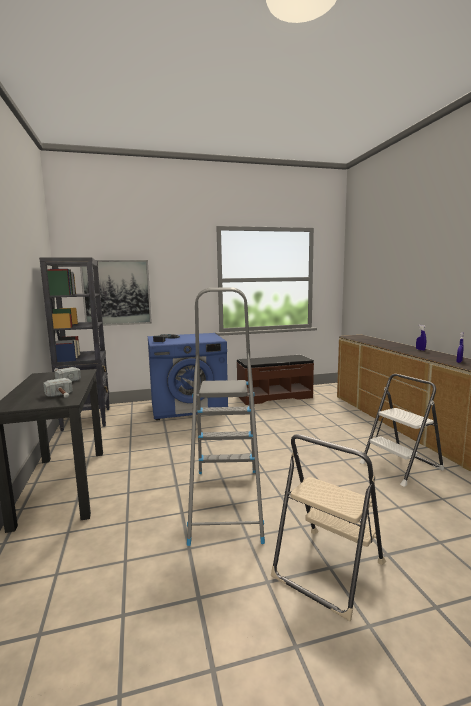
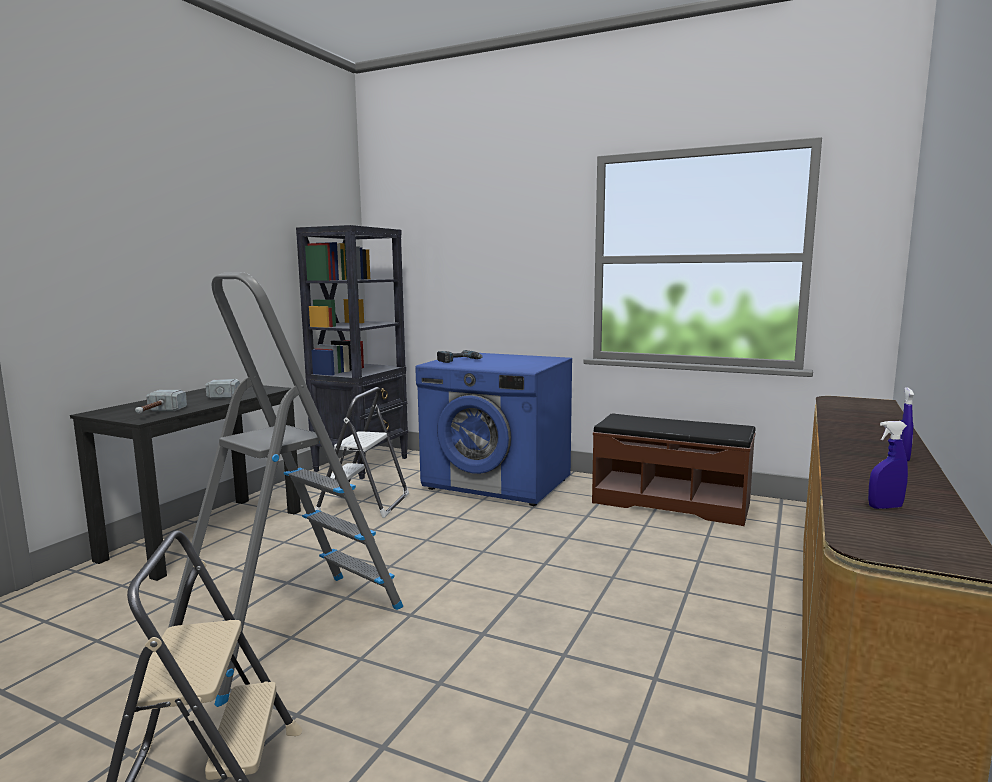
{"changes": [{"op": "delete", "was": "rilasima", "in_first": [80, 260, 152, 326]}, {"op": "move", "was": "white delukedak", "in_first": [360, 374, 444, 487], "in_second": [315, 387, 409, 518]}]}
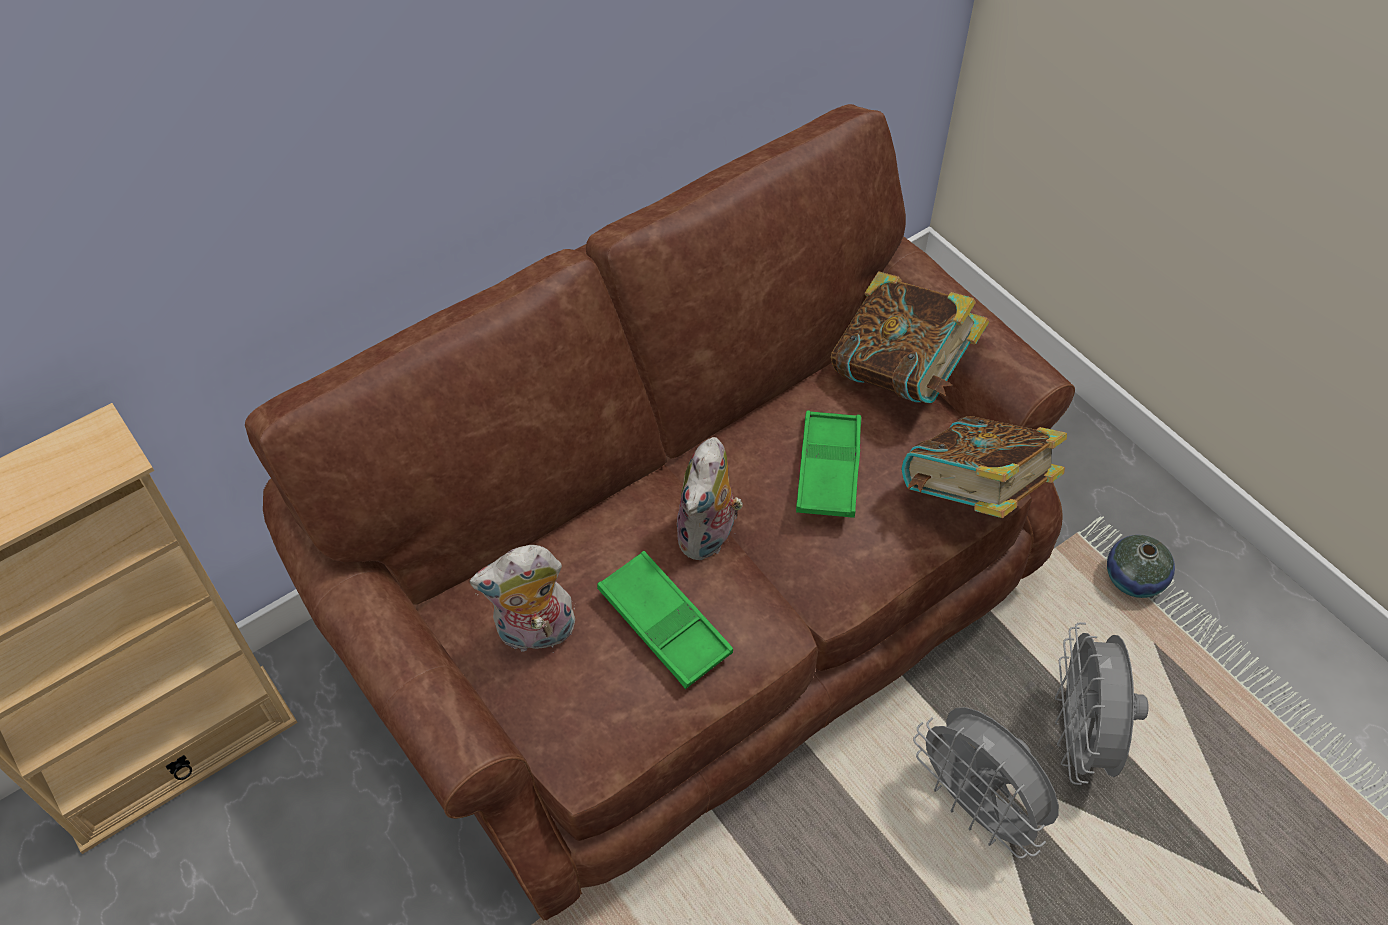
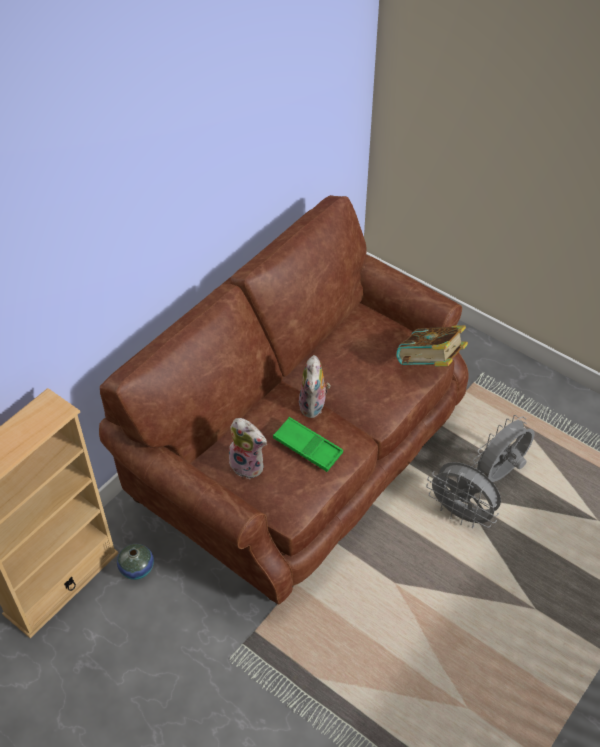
{"changes": [{"op": "rotate", "was": "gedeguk", "in_first": [470, 545, 575, 652], "in_second": [229, 418, 267, 479], "clockwise": -120}, {"op": "delete", "was": "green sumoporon", "in_first": [796, 411, 861, 518]}, {"op": "delete", "was": "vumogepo", "in_first": [831, 271, 989, 404]}, {"op": "rotate", "was": "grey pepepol", "in_first": [1055, 622, 1149, 785], "in_second": [472, 415, 534, 482], "clockwise": 60}, {"op": "move", "was": "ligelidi", "in_first": [1107, 535, 1175, 598], "in_second": [117, 544, 154, 580]}]}
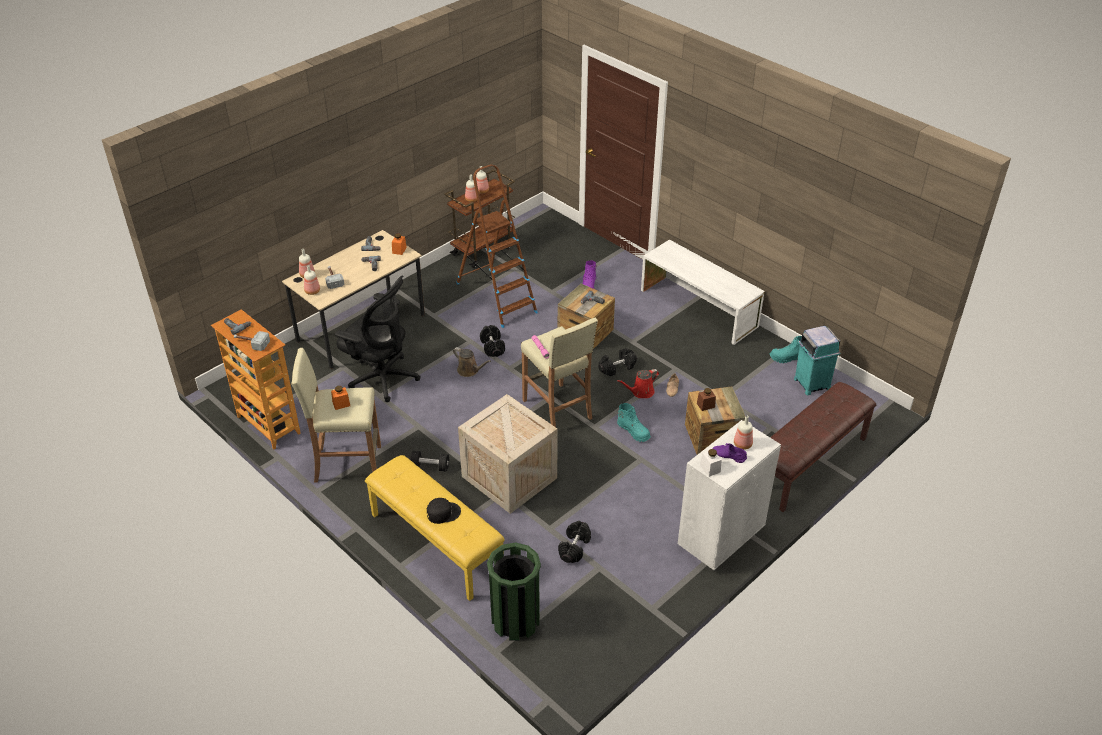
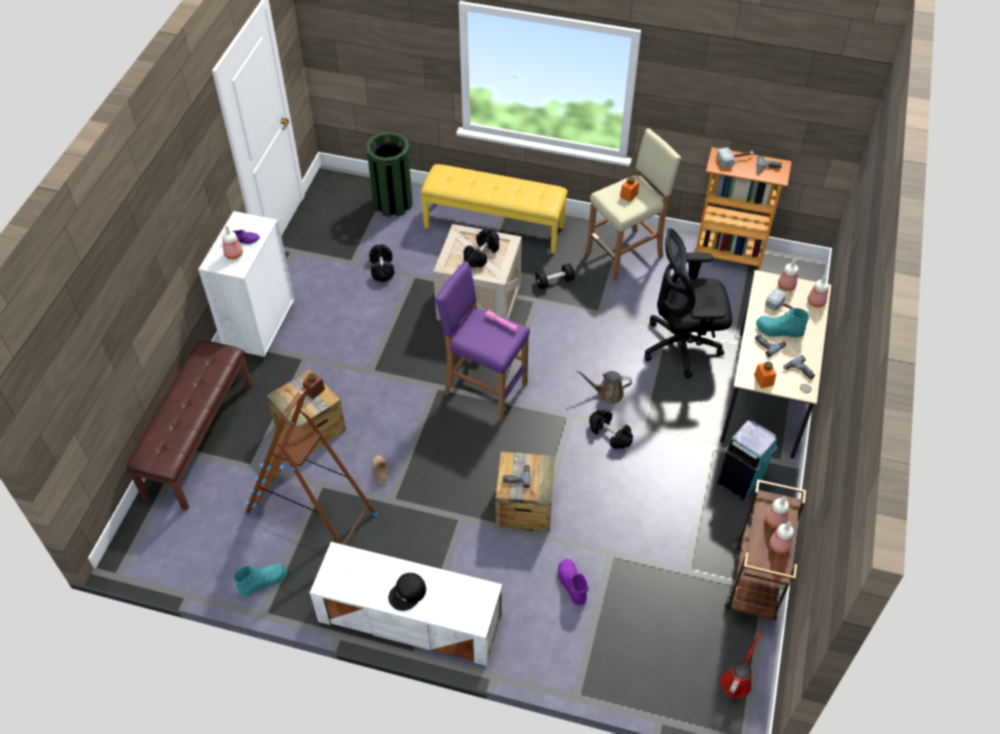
{"changes": [{"op": "move", "was": "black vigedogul", "in_first": [427, 498, 461, 524], "in_second": [388, 573, 426, 611]}, {"op": "move", "was": "brown delukedak", "in_first": [456, 165, 538, 328], "in_second": [245, 387, 378, 545]}, {"op": "recolor", "was": "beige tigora", "now": "purple tigora", "in_first": [521, 318, 598, 427], "in_second": [435, 261, 530, 421]}, {"op": "move", "was": "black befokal", "in_first": [598, 348, 637, 377], "in_second": [464, 229, 499, 268]}, {"op": "move", "was": "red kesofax", "in_first": [617, 369, 659, 398], "in_second": [721, 632, 762, 698]}, {"op": "move", "was": "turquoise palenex", "in_first": [617, 403, 651, 442], "in_second": [756, 308, 809, 338]}, {"op": "delete", "was": "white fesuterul", "in_first": [700, 449, 722, 477]}, {"op": "move", "was": "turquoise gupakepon", "in_first": [794, 326, 840, 395], "in_second": [717, 420, 777, 501]}]}
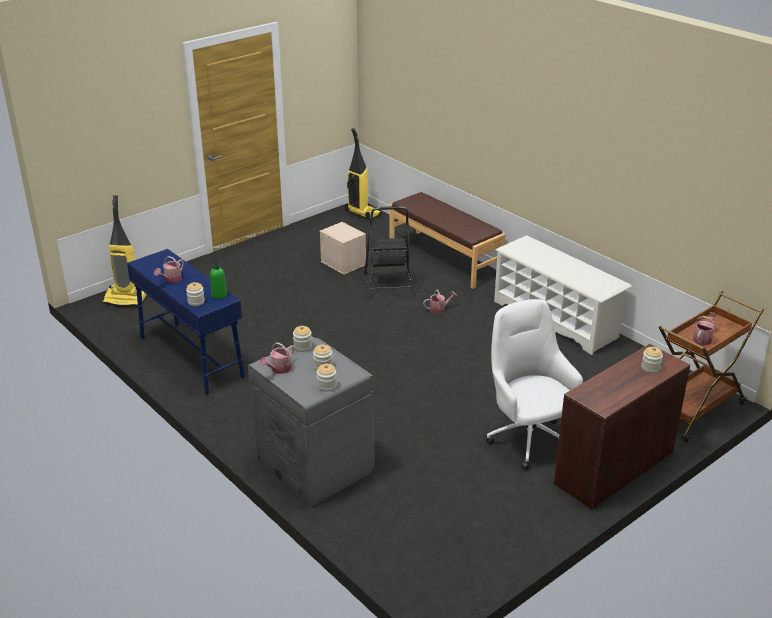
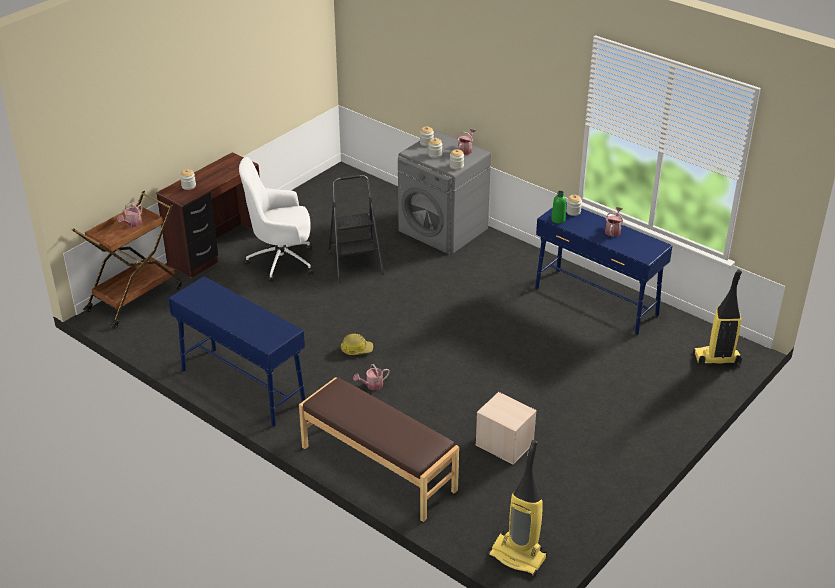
{"changes": [{"op": "move", "was": "black delukedak", "in_first": [363, 206, 415, 300], "in_second": [327, 175, 385, 282]}, {"op": "rotate", "was": "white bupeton", "in_first": [486, 299, 583, 470], "in_second": [239, 157, 313, 282], "clockwise": 120}, {"op": "replace", "was": "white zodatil", "now": "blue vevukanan", "in_first": [494, 235, 632, 355], "in_second": [168, 276, 306, 426]}, {"op": "insert", "now": "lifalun", "in_second": [341, 334, 373, 355]}]}
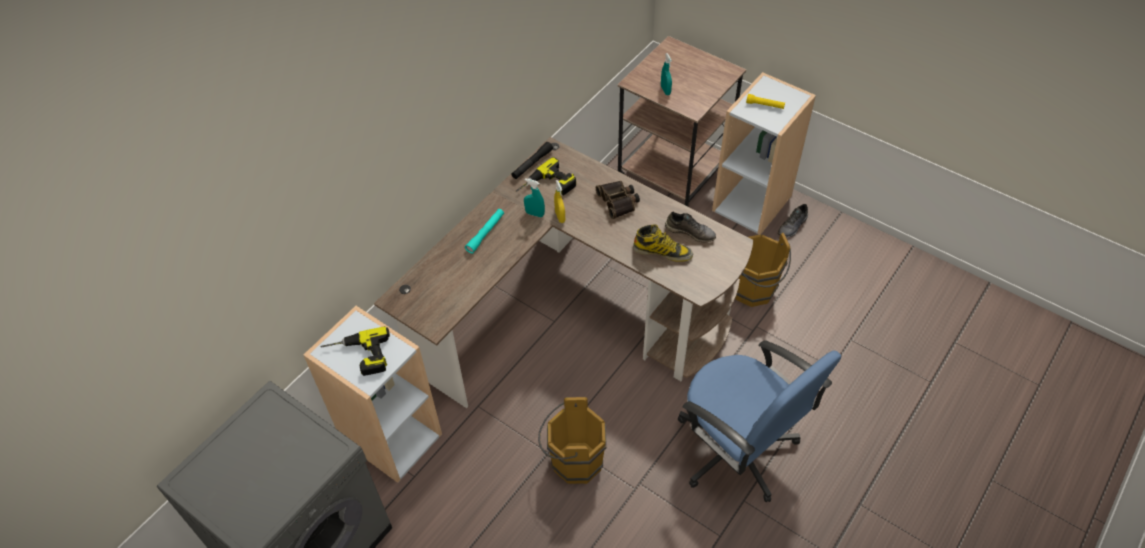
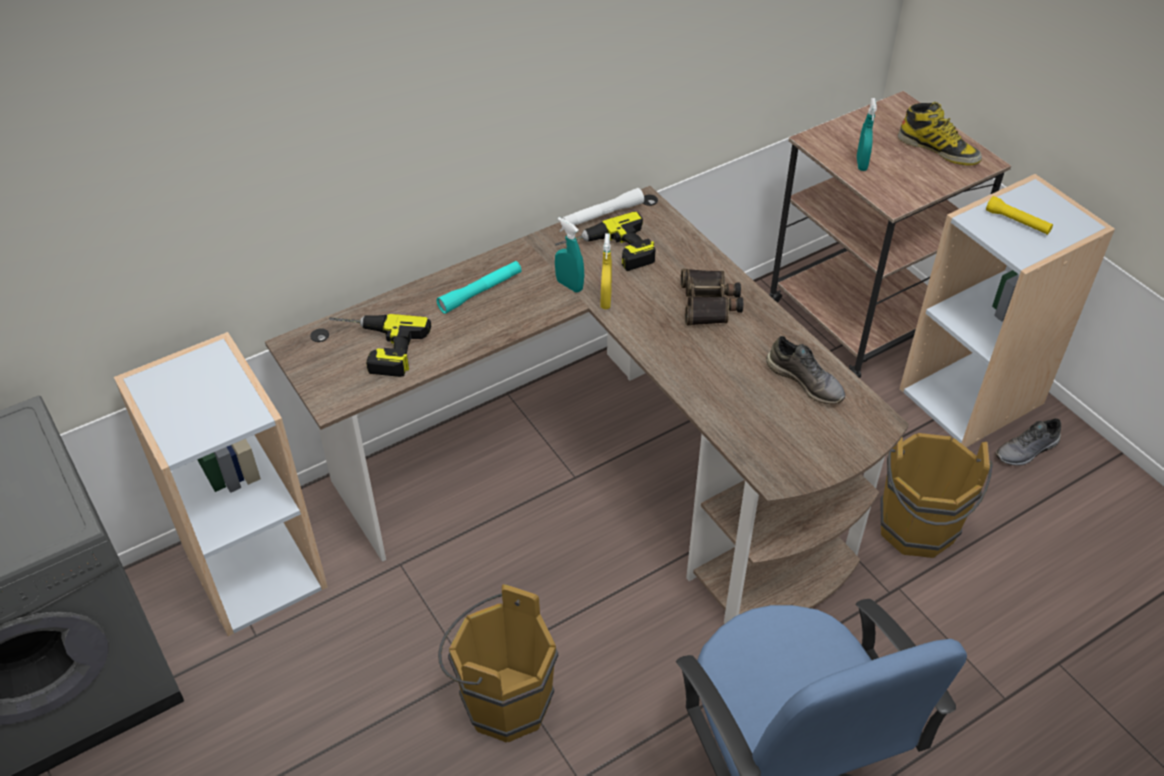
{"changes": [{"op": "move", "was": "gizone", "in_first": [321, 326, 390, 376], "in_second": [329, 314, 431, 377]}, {"op": "recolor", "was": "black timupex", "now": "white timupex", "in_first": [511, 142, 553, 179], "in_second": [562, 188, 644, 225]}, {"op": "move", "was": "palenex", "in_first": [633, 224, 693, 262], "in_second": [898, 102, 982, 166]}]}
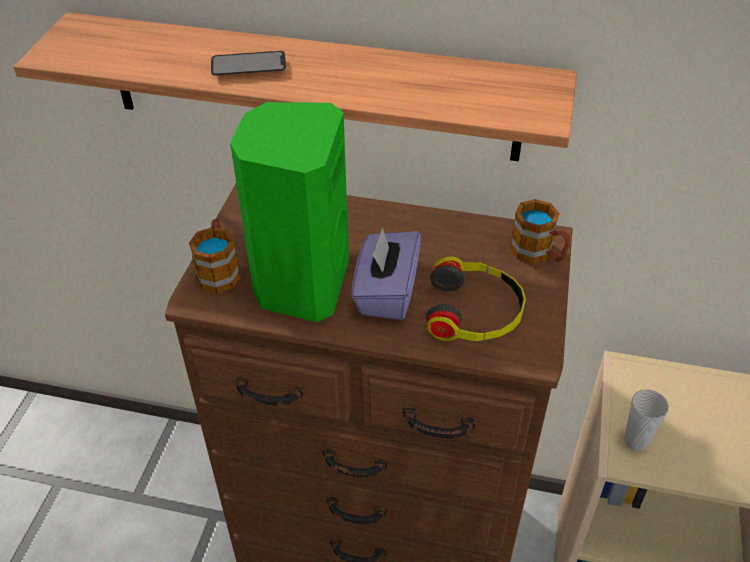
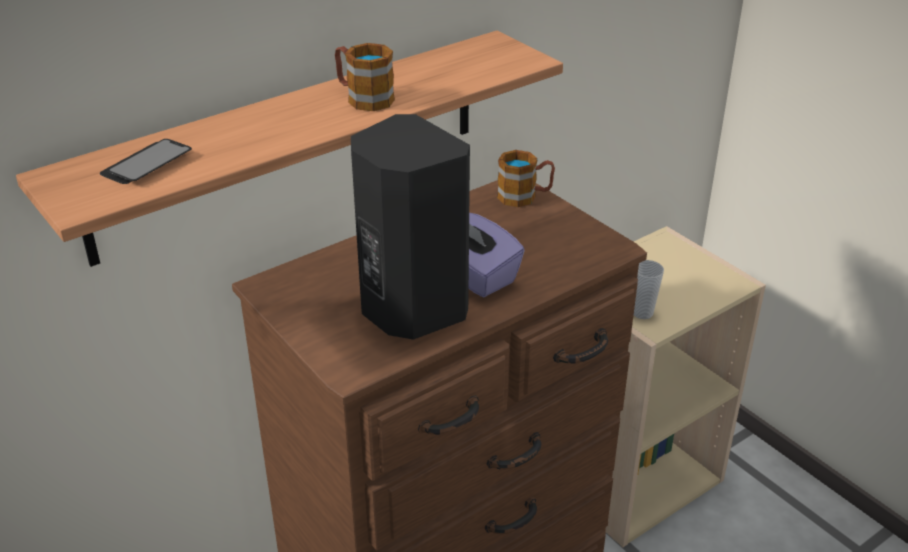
{"changes": [{"op": "move", "was": "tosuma", "in_first": [189, 219, 240, 294], "in_second": [335, 43, 395, 111]}, {"op": "move", "was": "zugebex", "in_first": [211, 51, 286, 75], "in_second": [100, 139, 192, 184]}, {"op": "recolor", "was": "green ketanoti", "now": "black ketanoti", "in_first": [230, 102, 349, 322], "in_second": [351, 114, 470, 340]}, {"op": "delete", "was": "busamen", "in_first": [426, 256, 526, 341]}]}
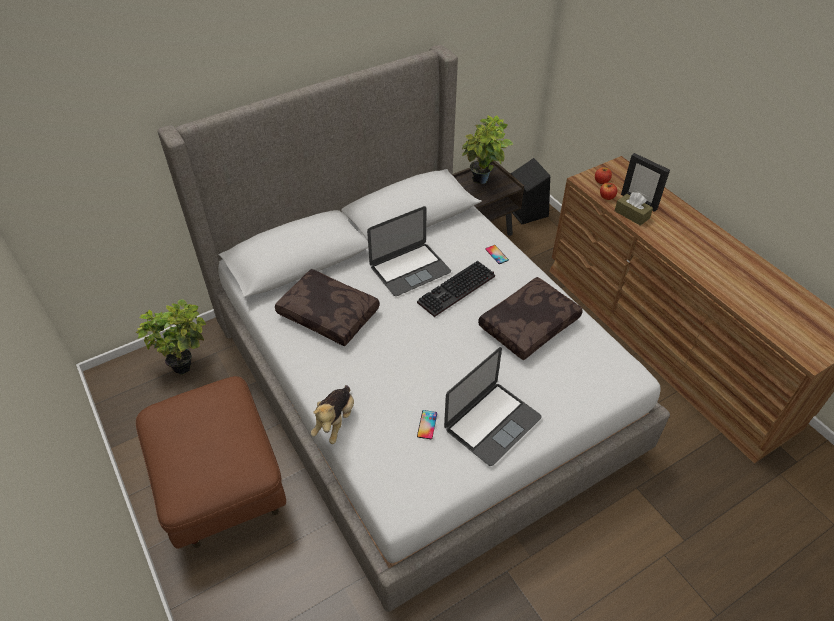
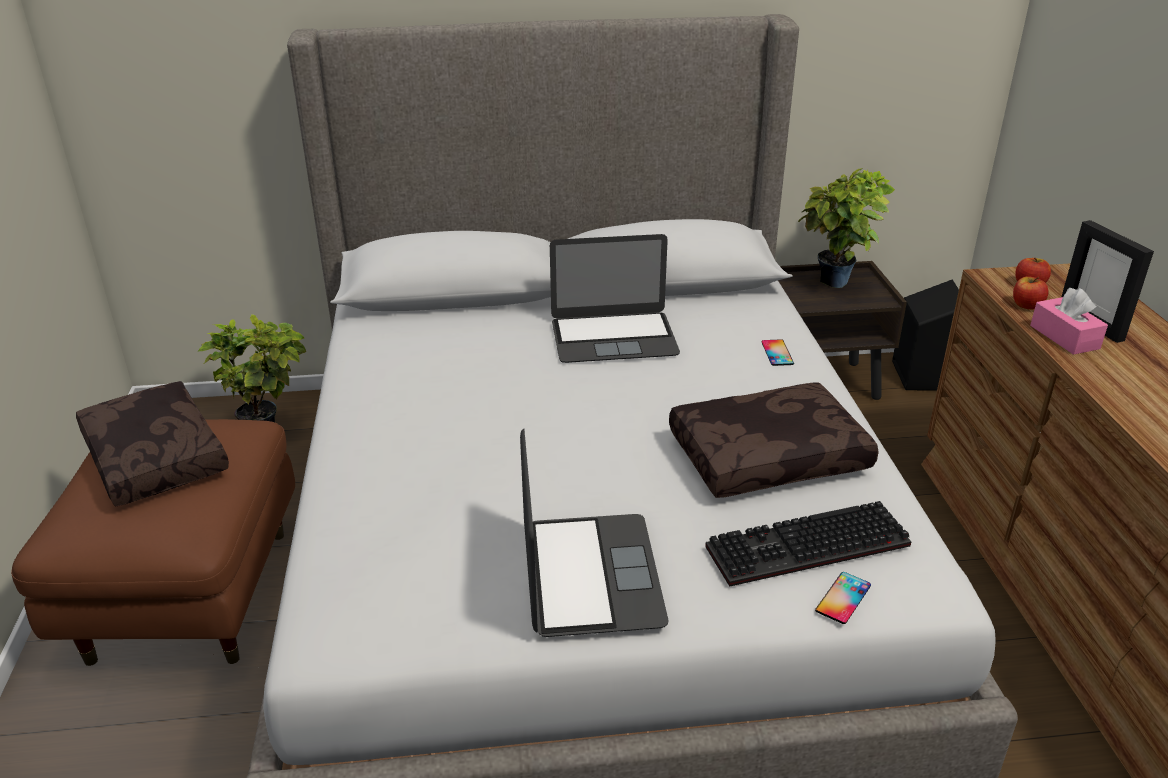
{"changes": [{"op": "move", "was": "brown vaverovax", "in_first": [275, 269, 380, 346], "in_second": [76, 381, 229, 507]}, {"op": "delete", "was": "gedeguk", "in_first": [311, 385, 354, 444]}, {"op": "move", "was": "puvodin", "in_first": [417, 261, 495, 317], "in_second": [705, 501, 911, 587]}, {"op": "move", "was": "zugebex", "in_first": [417, 410, 437, 439], "in_second": [815, 572, 871, 624]}, {"op": "rotate", "was": "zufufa", "in_first": [444, 347, 542, 466], "in_second": [520, 429, 668, 637], "clockwise": -75}, {"op": "recolor", "was": "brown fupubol", "now": "pink fupubol", "in_first": [615, 192, 653, 226], "in_second": [1030, 288, 1108, 355]}]}
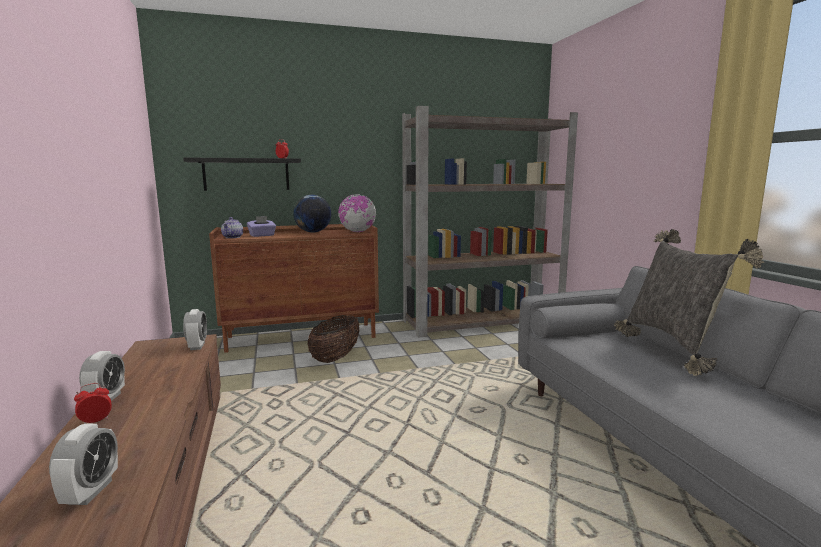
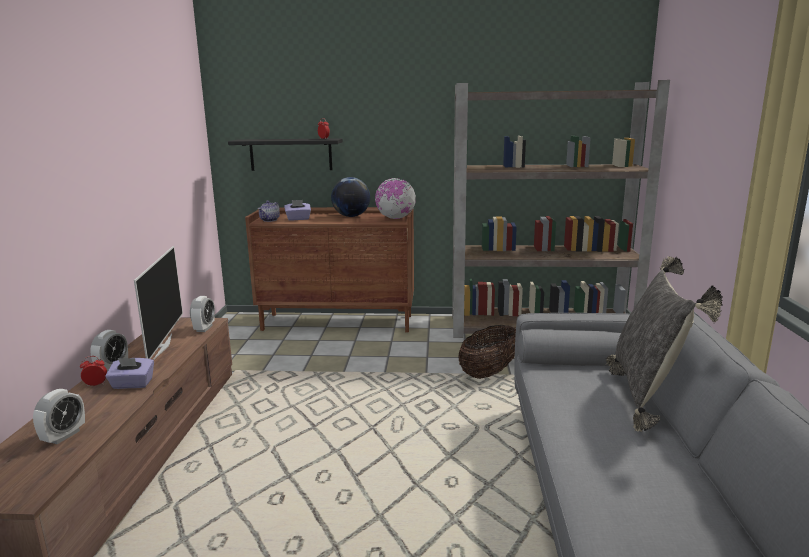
{"changes": [{"op": "move", "was": "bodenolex", "in_first": [307, 315, 359, 363], "in_second": [458, 325, 516, 379]}, {"op": "insert", "now": "purple fupubol", "in_second": [105, 358, 154, 389]}, {"op": "insert", "now": "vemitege", "in_second": [134, 246, 183, 359]}]}
